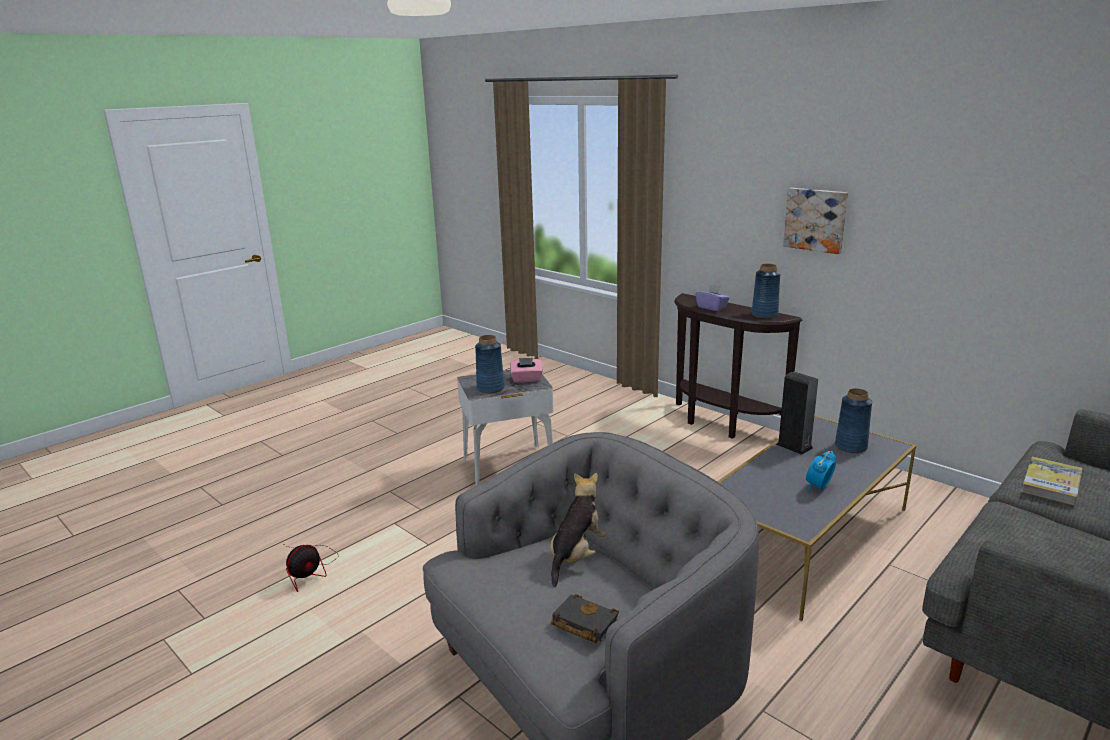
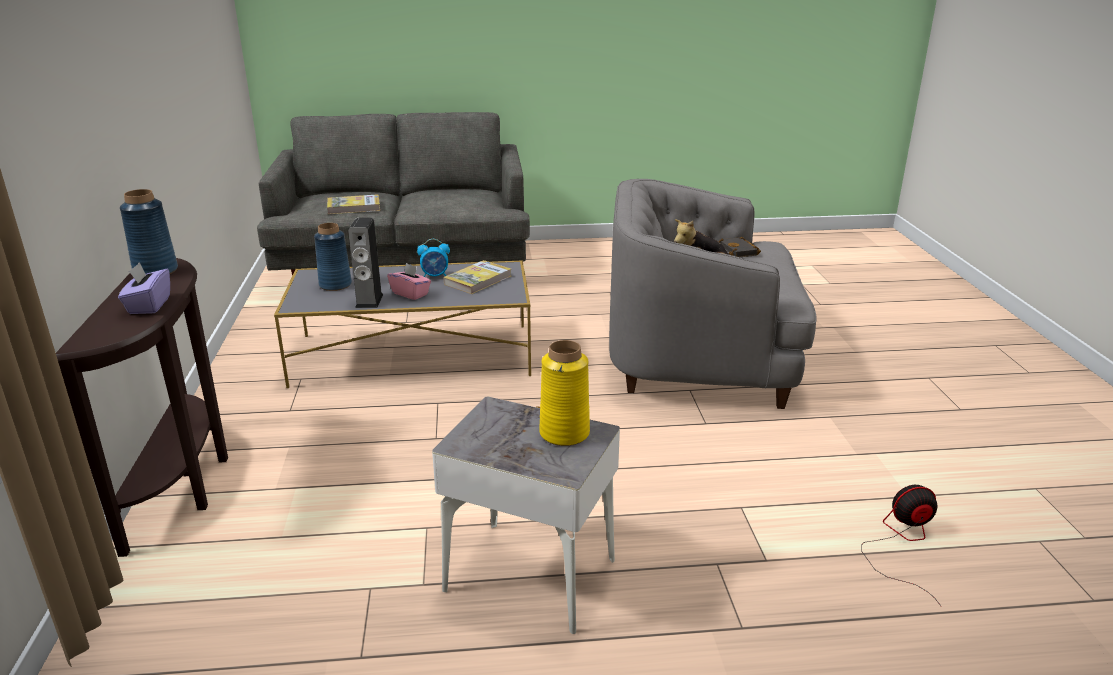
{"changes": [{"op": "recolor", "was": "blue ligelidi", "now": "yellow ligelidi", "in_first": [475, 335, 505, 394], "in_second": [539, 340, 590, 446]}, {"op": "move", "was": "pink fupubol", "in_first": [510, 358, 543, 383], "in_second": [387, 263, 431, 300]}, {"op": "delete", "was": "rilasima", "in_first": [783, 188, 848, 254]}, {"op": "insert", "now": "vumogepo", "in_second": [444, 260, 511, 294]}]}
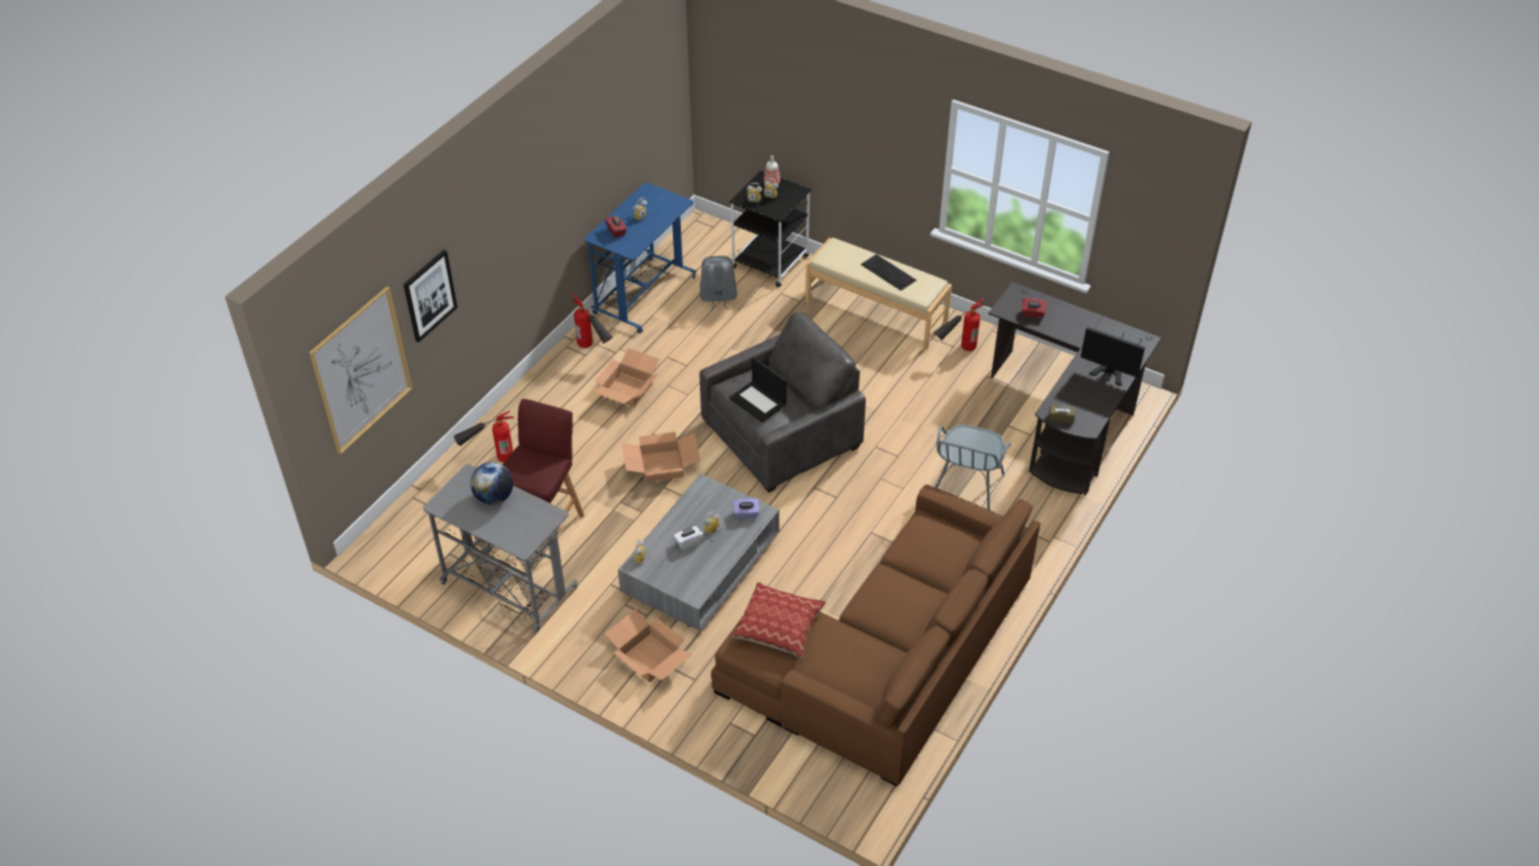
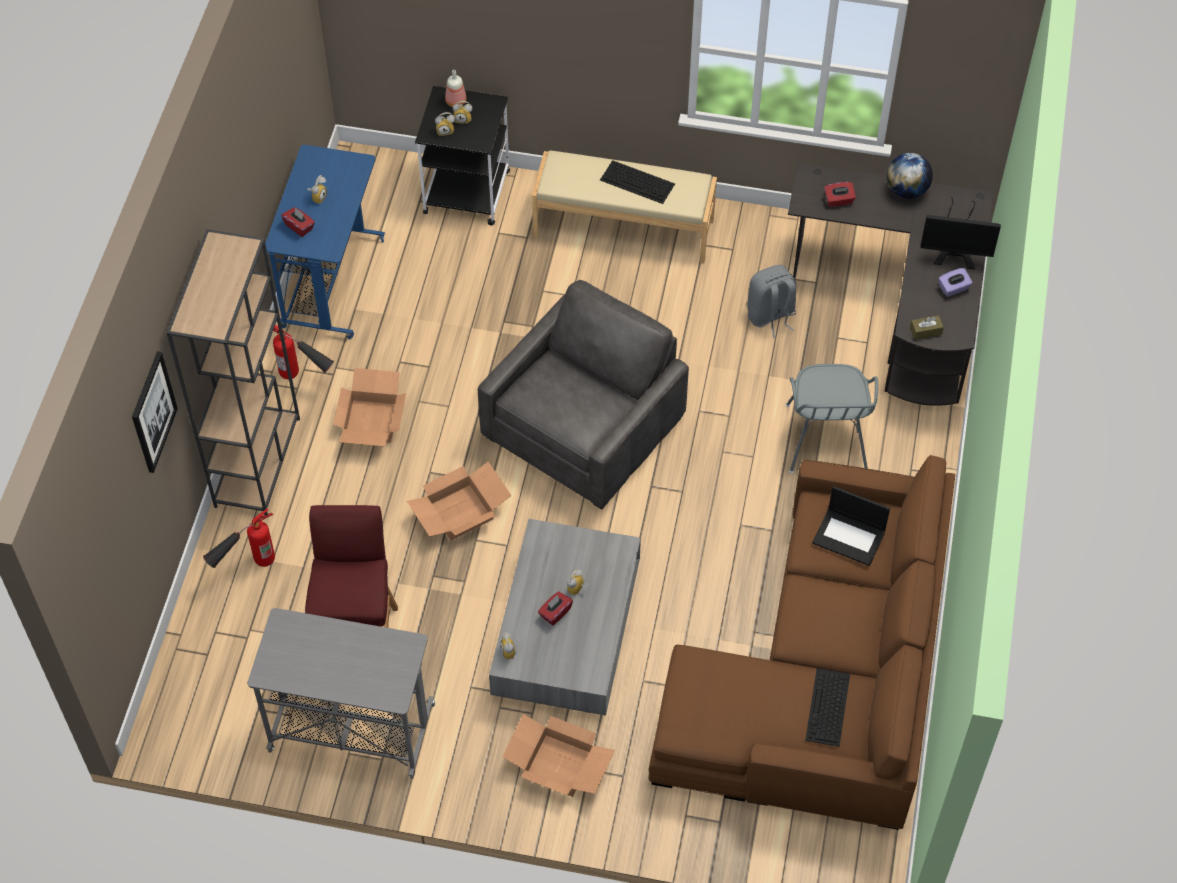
{"changes": [{"op": "delete", "was": "rilasima", "in_first": [309, 286, 413, 455]}, {"op": "move", "was": "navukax", "in_first": [470, 462, 513, 505], "in_second": [887, 153, 933, 199]}, {"op": "recolor", "was": "white fupubol", "now": "red fupubol", "in_first": [674, 526, 703, 550], "in_second": [538, 592, 573, 626]}, {"op": "move", "was": "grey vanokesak", "in_first": [700, 256, 737, 311], "in_second": [747, 265, 796, 338]}, {"op": "move", "was": "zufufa", "in_first": [729, 357, 786, 422], "in_second": [812, 486, 890, 566]}, {"op": "delete", "was": "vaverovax", "in_first": [732, 582, 826, 659]}, {"op": "move", "was": "purple fupubol", "in_first": [733, 498, 760, 519], "in_second": [939, 268, 972, 297]}, {"op": "delete", "was": "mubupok", "in_first": [934, 298, 985, 351]}, {"op": "insert", "now": "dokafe", "in_second": [167, 229, 300, 515]}, {"op": "insert", "now": "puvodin", "in_second": [805, 668, 850, 747]}]}
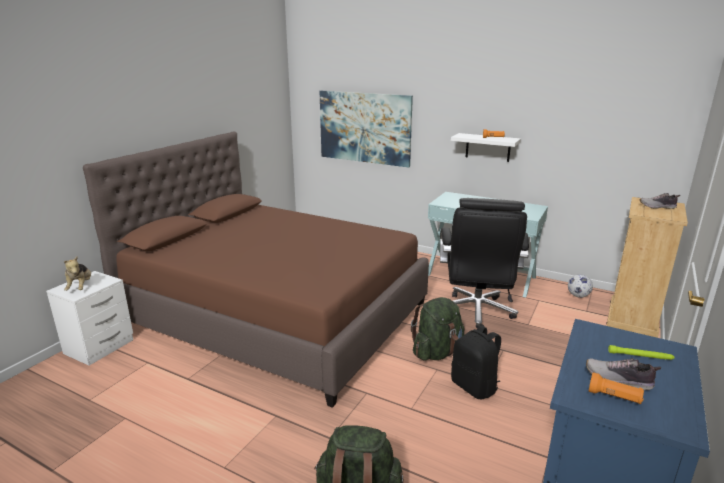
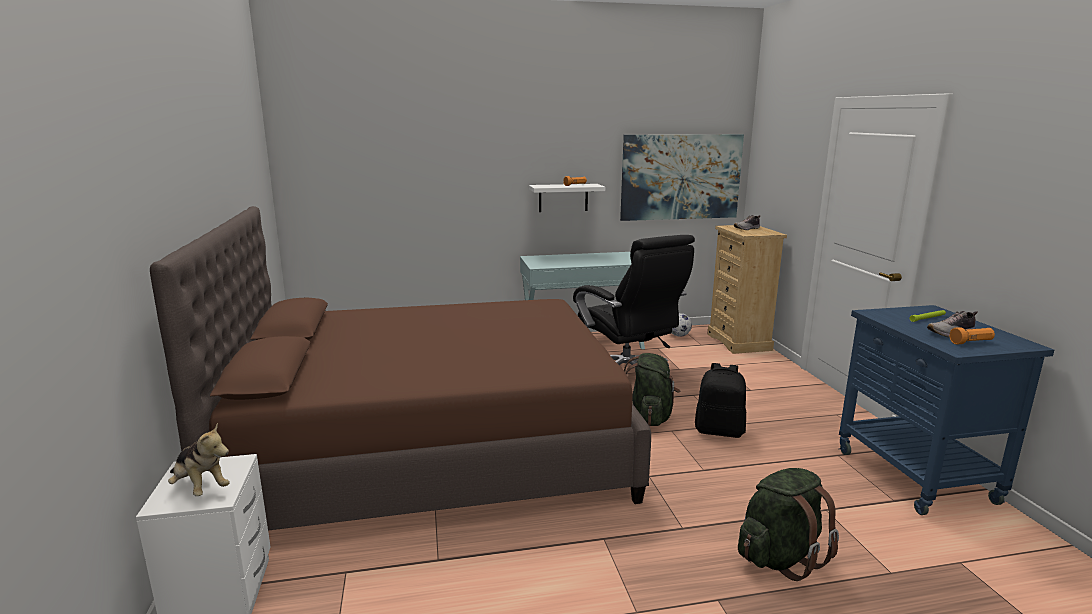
{"changes": [{"op": "move", "was": "rilasima", "in_first": [320, 91, 413, 167], "in_second": [620, 134, 744, 221]}]}
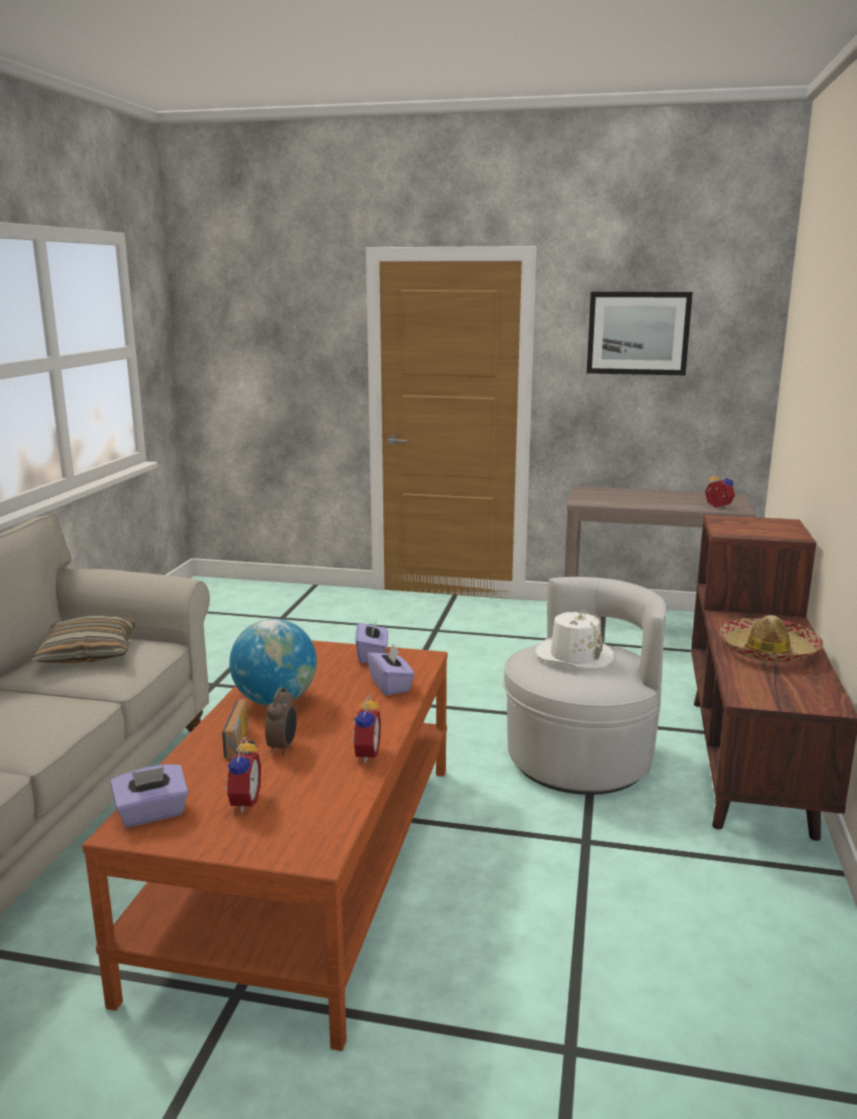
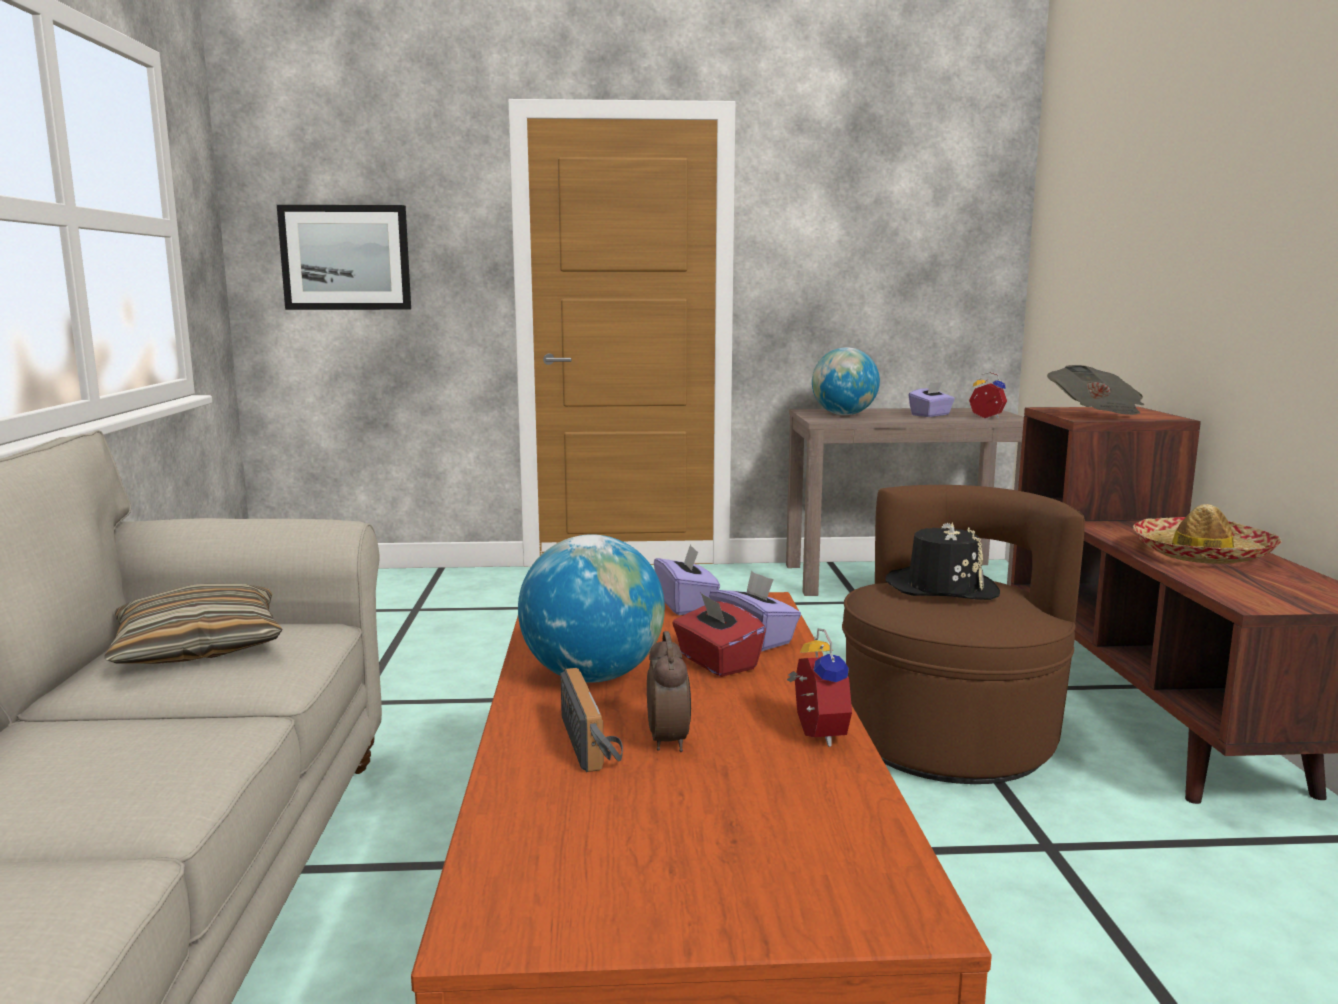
{"changes": [{"op": "move", "was": "purple fupubol", "in_first": [110, 764, 188, 827], "in_second": [909, 382, 955, 417]}, {"op": "delete", "was": "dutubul", "in_first": [224, 736, 261, 812]}, {"op": "recolor", "was": "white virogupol", "now": "brown virogupol", "in_first": [503, 577, 667, 795], "in_second": [842, 485, 1085, 784]}, {"op": "recolor", "was": "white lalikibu", "now": "black lalikibu", "in_first": [535, 610, 614, 669], "in_second": [885, 522, 1000, 600]}, {"op": "move", "was": "rilasima", "in_first": [587, 292, 693, 375], "in_second": [277, 205, 411, 310]}, {"op": "insert", "now": "red fupubol", "in_second": [672, 592, 766, 677]}, {"op": "insert", "now": "navukax", "in_second": [812, 347, 880, 415]}, {"op": "insert", "now": "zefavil", "in_second": [1047, 365, 1144, 415]}]}
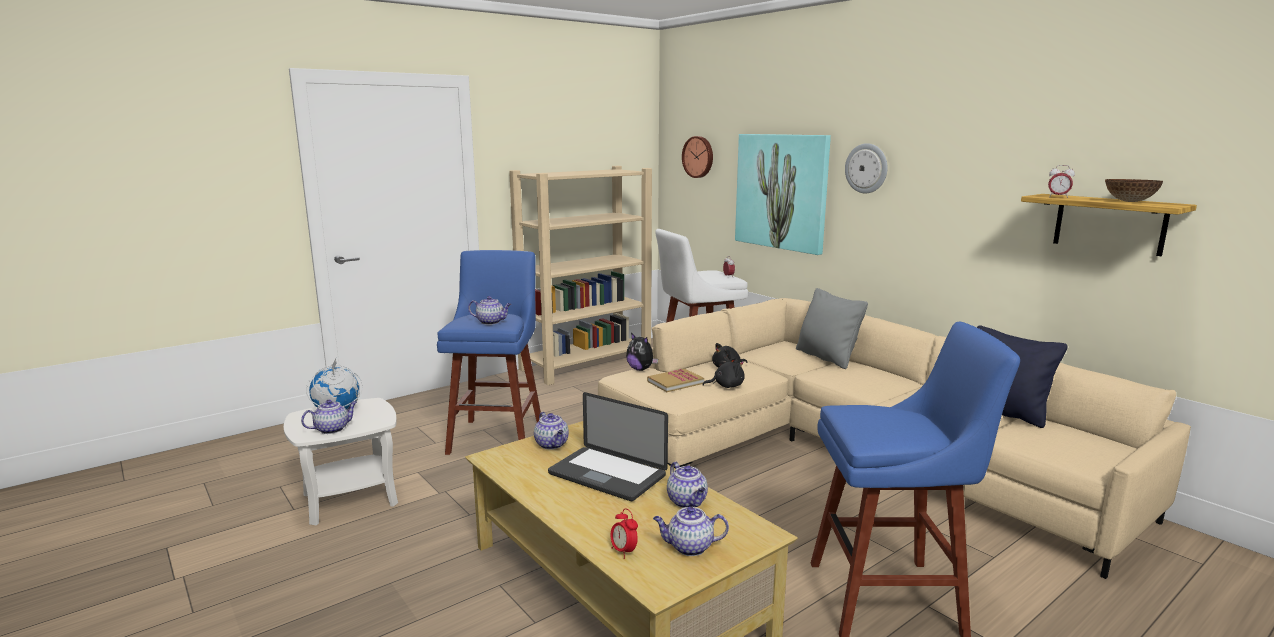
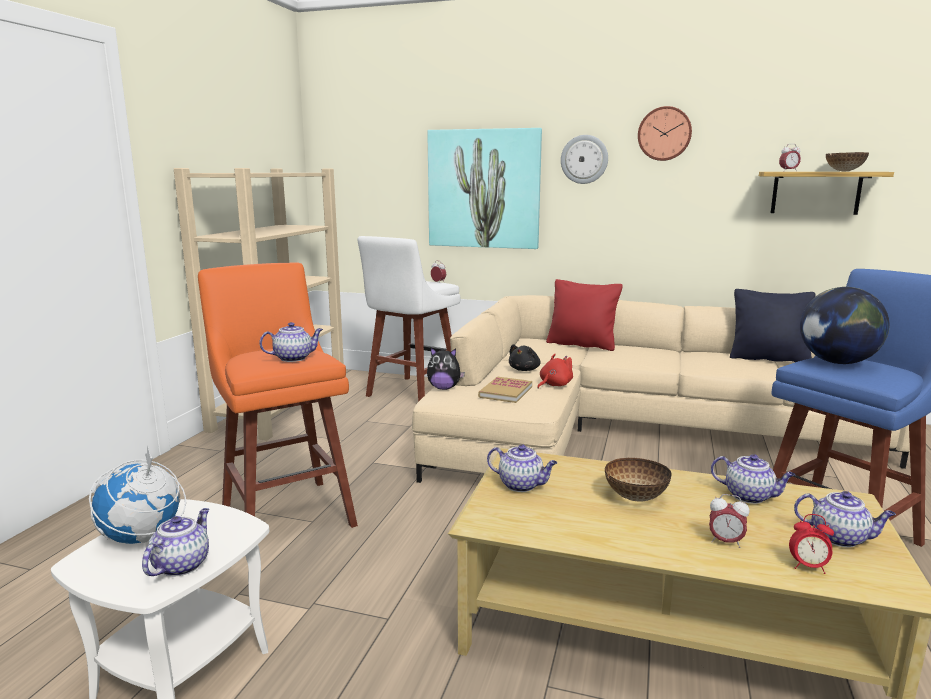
{"changes": [{"op": "recolor", "was": "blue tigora", "now": "orange tigora", "in_first": [437, 250, 541, 455], "in_second": [198, 263, 358, 556]}, {"op": "replace", "was": "zufufa", "now": "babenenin", "in_first": [548, 392, 668, 501], "in_second": [605, 458, 672, 502]}, {"op": "rotate", "was": "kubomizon", "in_first": [653, 506, 729, 556], "in_second": [794, 491, 896, 547], "clockwise": -120}, {"op": "move", "was": "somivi", "in_first": [682, 136, 713, 178], "in_second": [638, 106, 692, 161]}, {"op": "recolor", "was": "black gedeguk", "now": "red gedeguk", "in_first": [702, 358, 745, 388], "in_second": [537, 354, 573, 389]}, {"op": "recolor", "was": "grey vaverovax", "now": "red vaverovax", "in_first": [796, 288, 868, 369], "in_second": [546, 279, 623, 351]}, {"op": "insert", "now": "dutubul", "in_second": [709, 494, 750, 548]}, {"op": "insert", "now": "navukax", "in_second": [800, 287, 890, 364]}]}
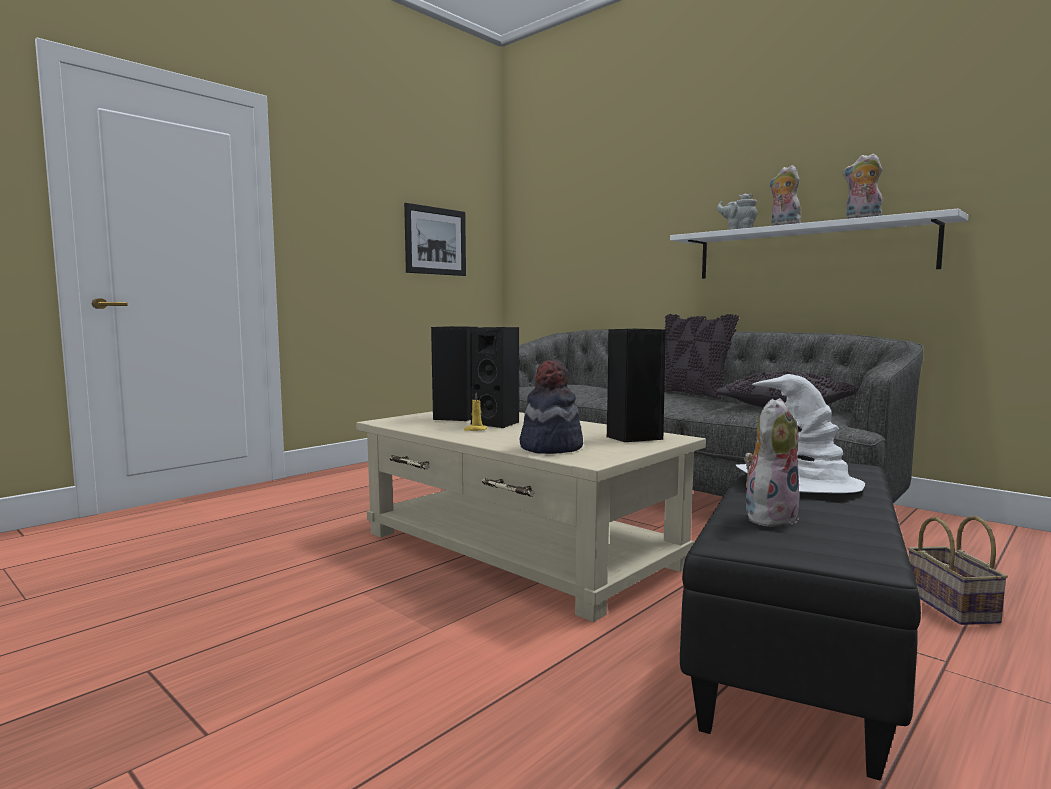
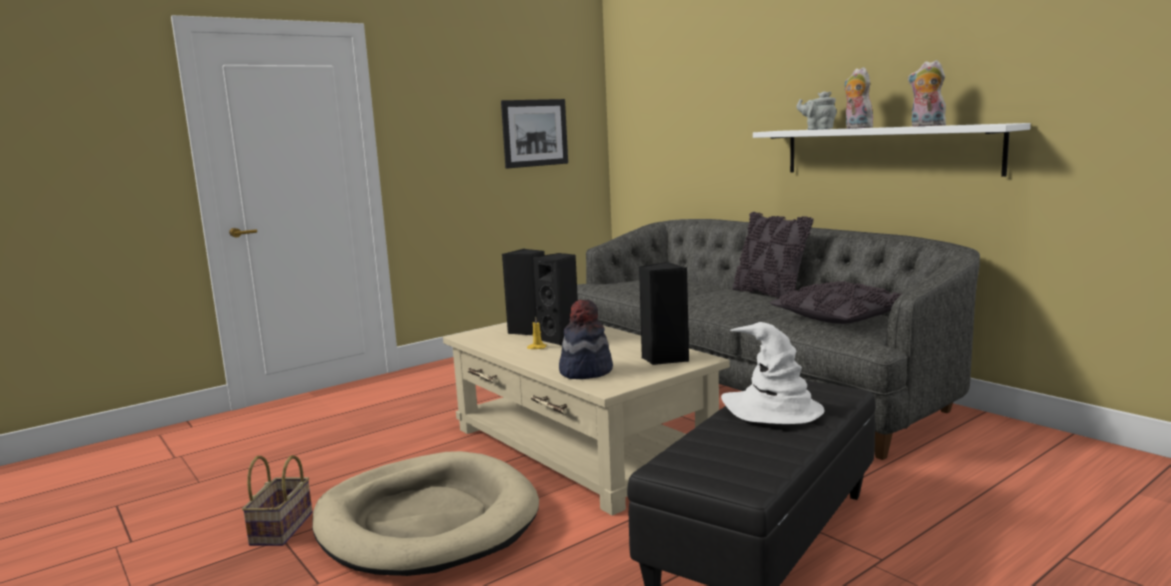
{"changes": [{"op": "delete", "was": "gedeguk", "in_first": [744, 398, 800, 527]}, {"op": "move", "was": "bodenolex", "in_first": [908, 516, 1008, 625], "in_second": [242, 455, 313, 546]}, {"op": "insert", "now": "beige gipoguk", "in_second": [312, 451, 539, 576]}]}
